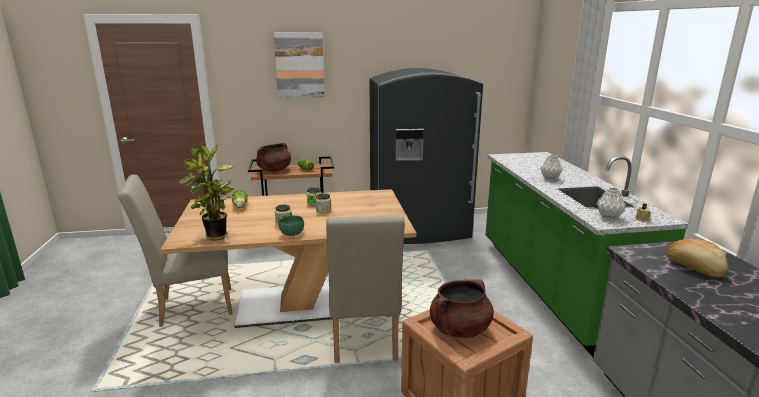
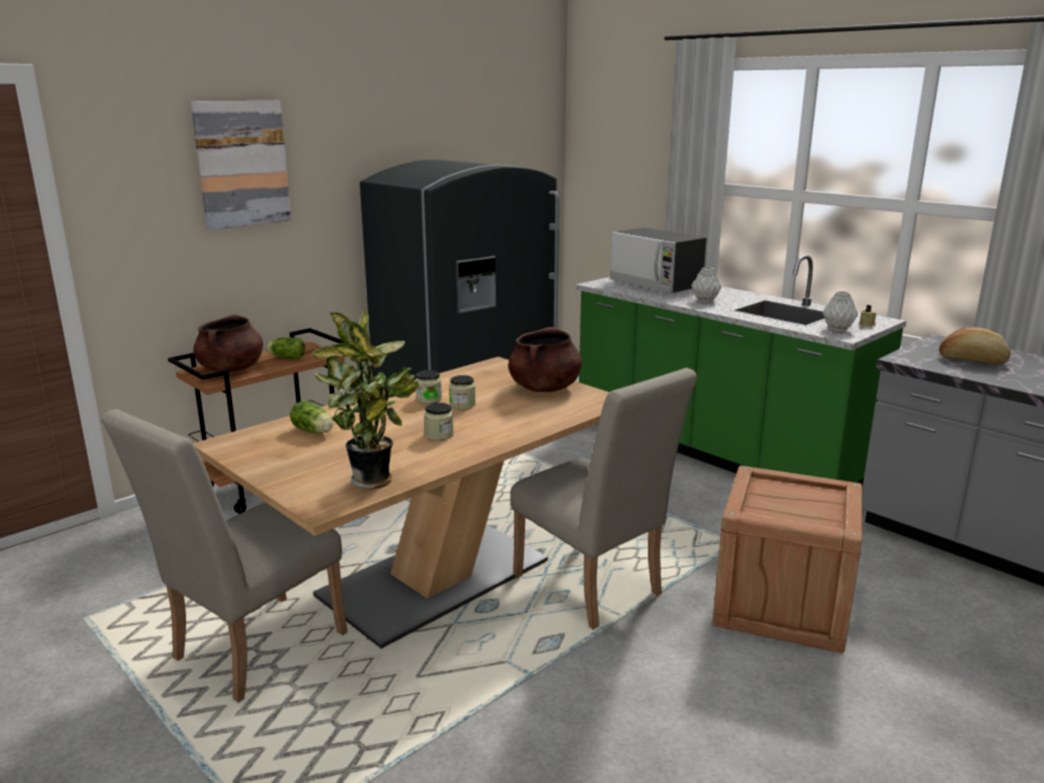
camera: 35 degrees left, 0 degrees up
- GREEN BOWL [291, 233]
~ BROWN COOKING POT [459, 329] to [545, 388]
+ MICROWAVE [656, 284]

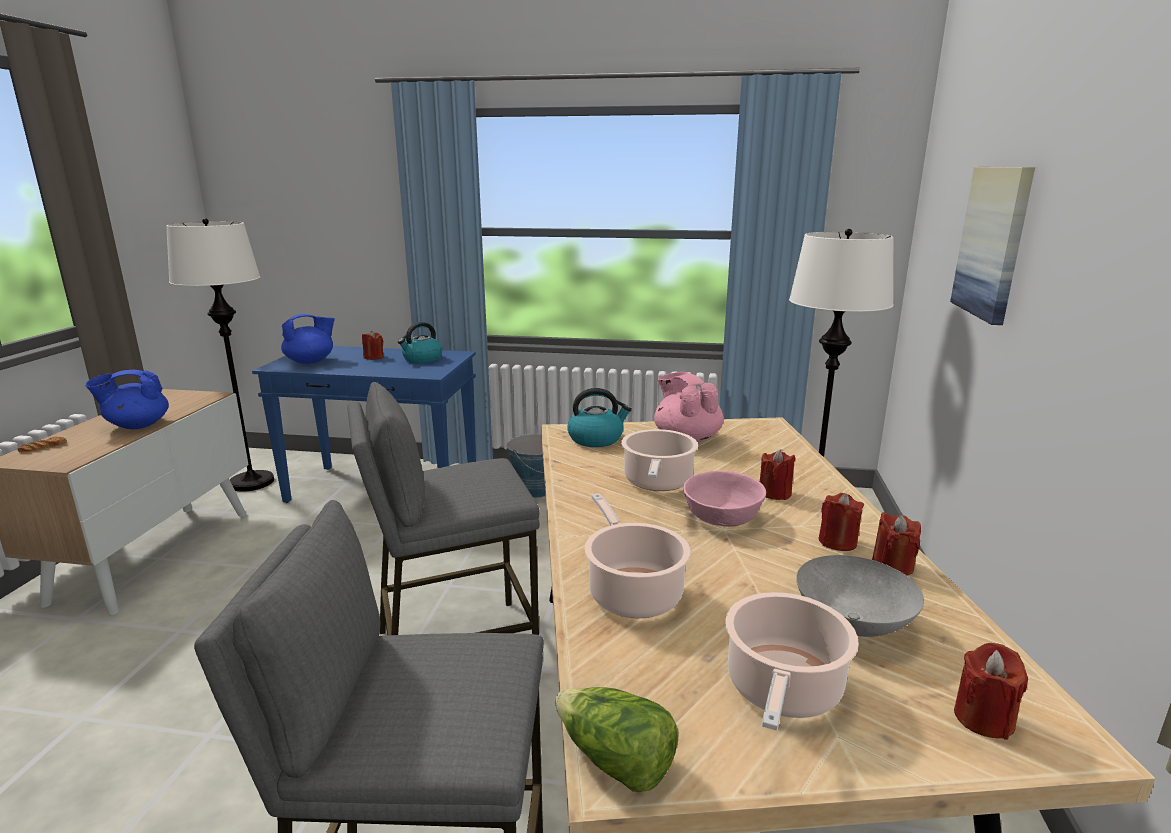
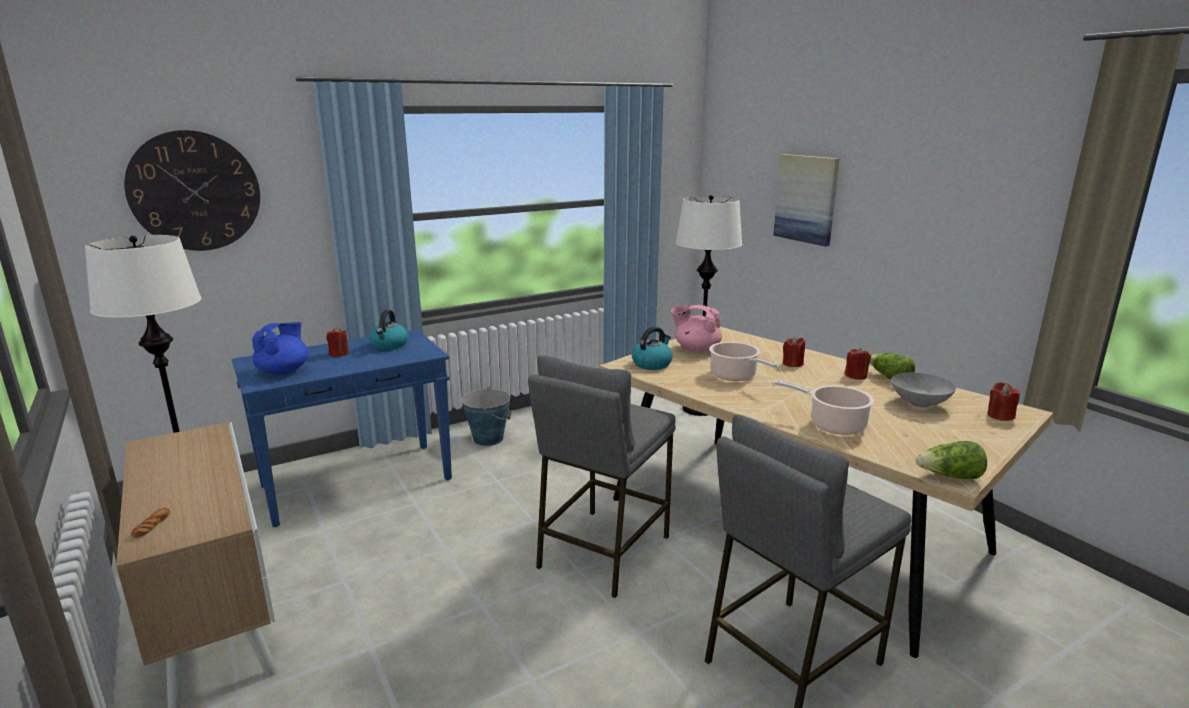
camera: 40 degrees left, 0 degrees up
- BLUE TEAPOT [137, 425]
- PINK BOWL [722, 518]
~ RED CANDLE [892, 565] to LETTUCE [889, 378]
- COOKING POT [782, 691]
+ WALL CLOCK [195, 191]

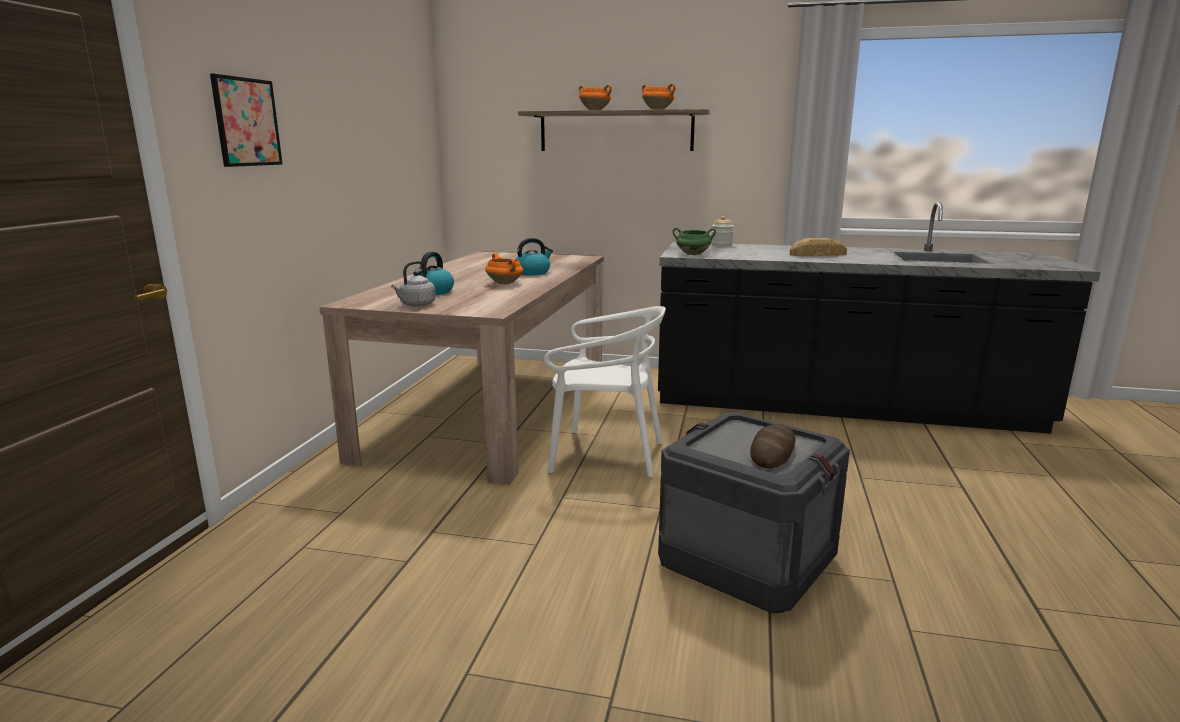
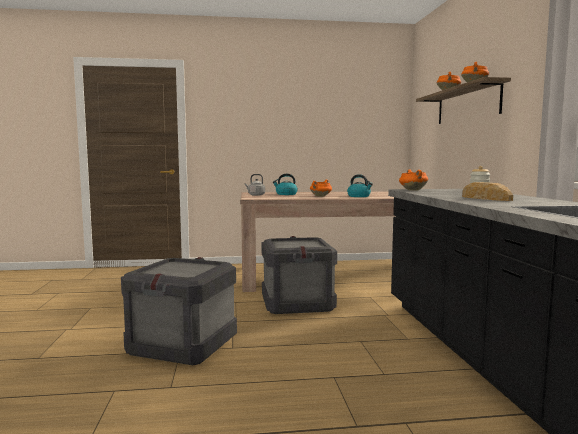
camera: 70 degrees right, 10 degrees down
- PICTURE [247, 122]
~ GREEN COOKING POT [692, 254] to ORANGE COOKING POT [412, 190]
~ WHITE CHAIR [606, 455] to CRATE [296, 303]
- BREAD [772, 451]

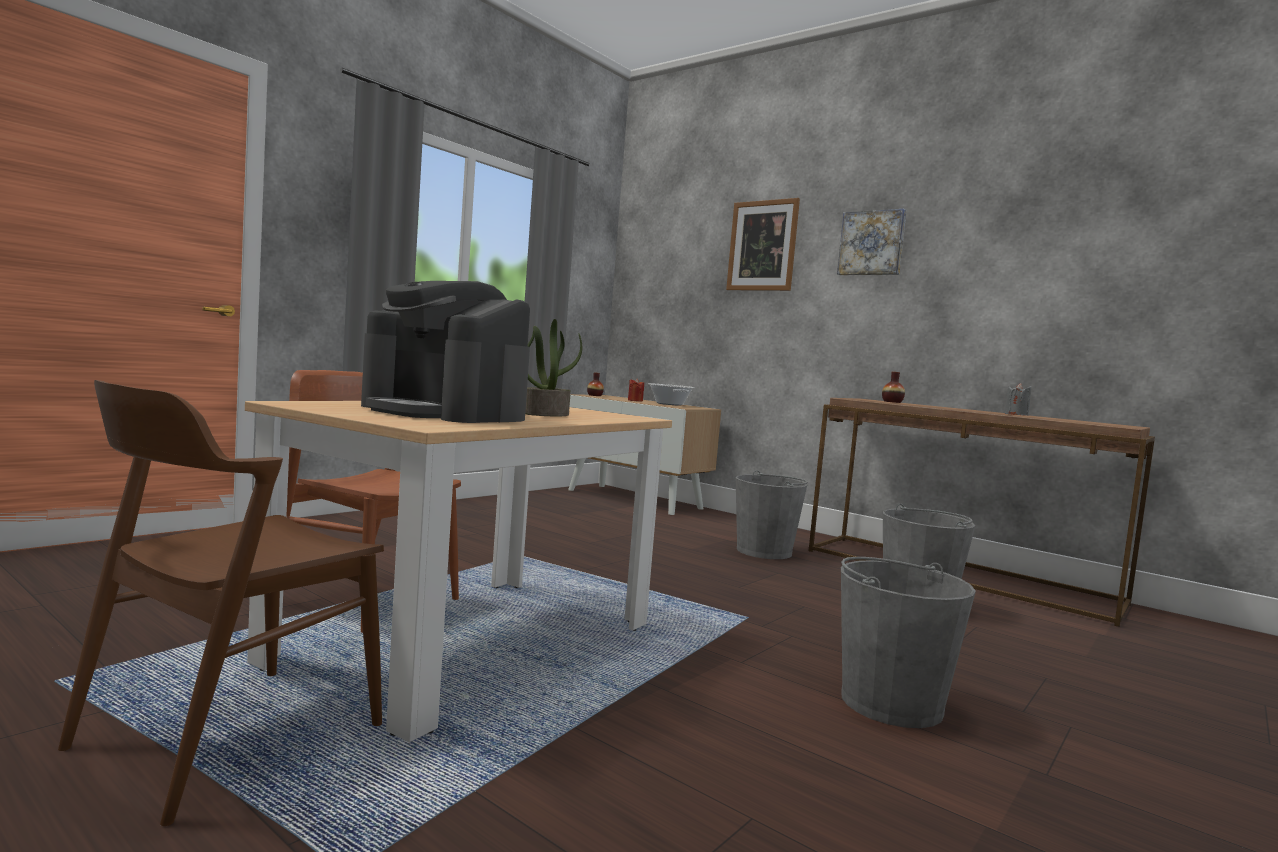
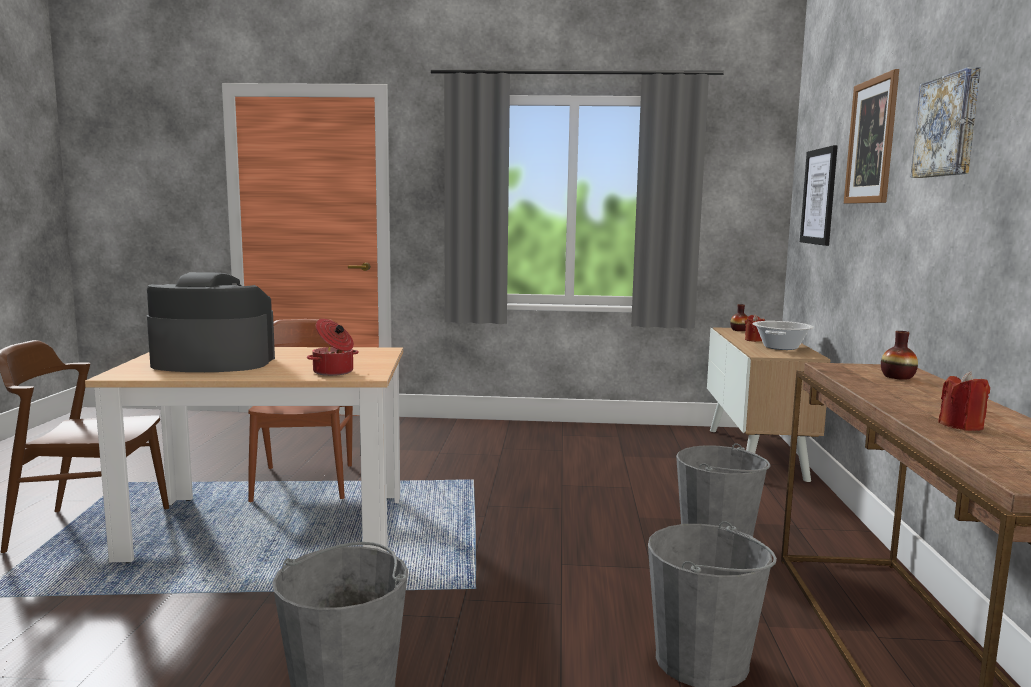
camera: 55 degrees right, 5 degrees up
~ COFFEE MACHINE [444, 413] = [212, 362] 90 degrees clockwise
- POTTED PLANT [546, 414]
~ GREY CANDLE [1016, 415] to RED CANDLE [961, 426]
+ PICTURE [819, 196]
+ COOKING POT [334, 372]

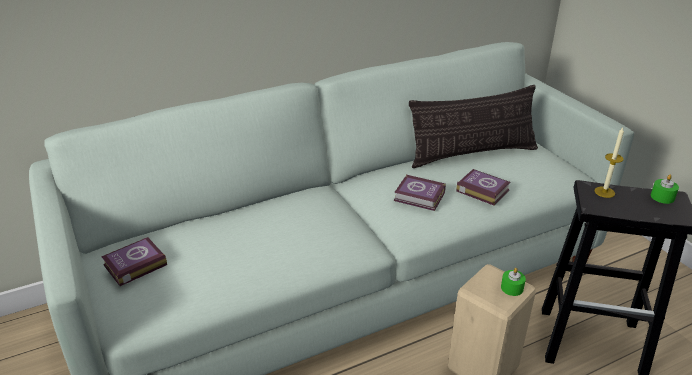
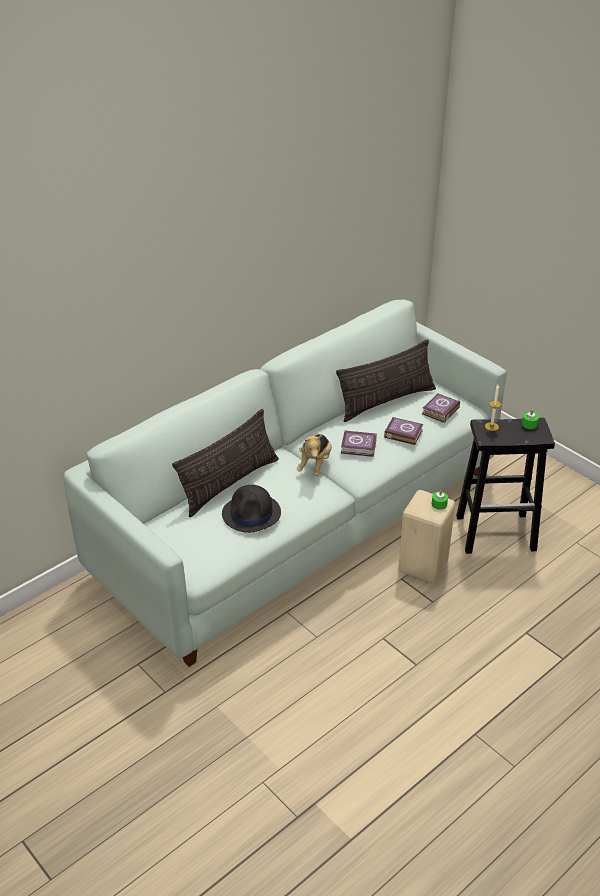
camera: 15 degrees left, 5 degrees up
~ BOOK [133, 265] to [439, 411]
+ PILLOW [229, 483]
+ PLUSH TOY [315, 465]
+ BLACK HAT [252, 514]

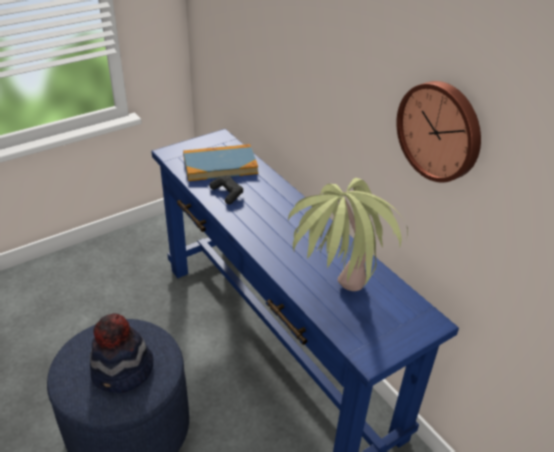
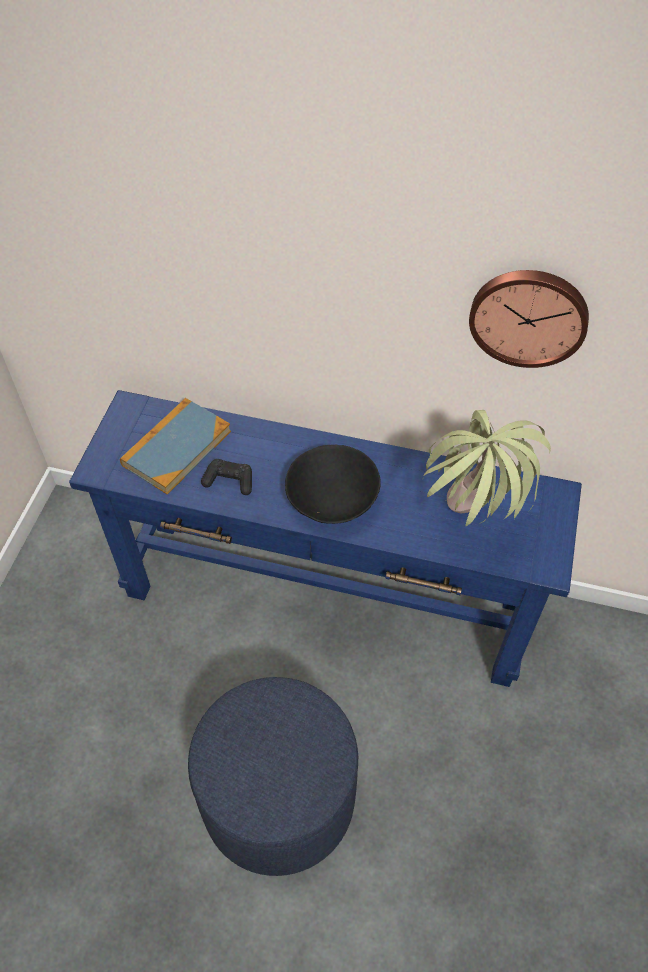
camera: 40 degrees left, 15 degrees up
- HAT [123, 372]
+ BLACK BOWL [332, 500]

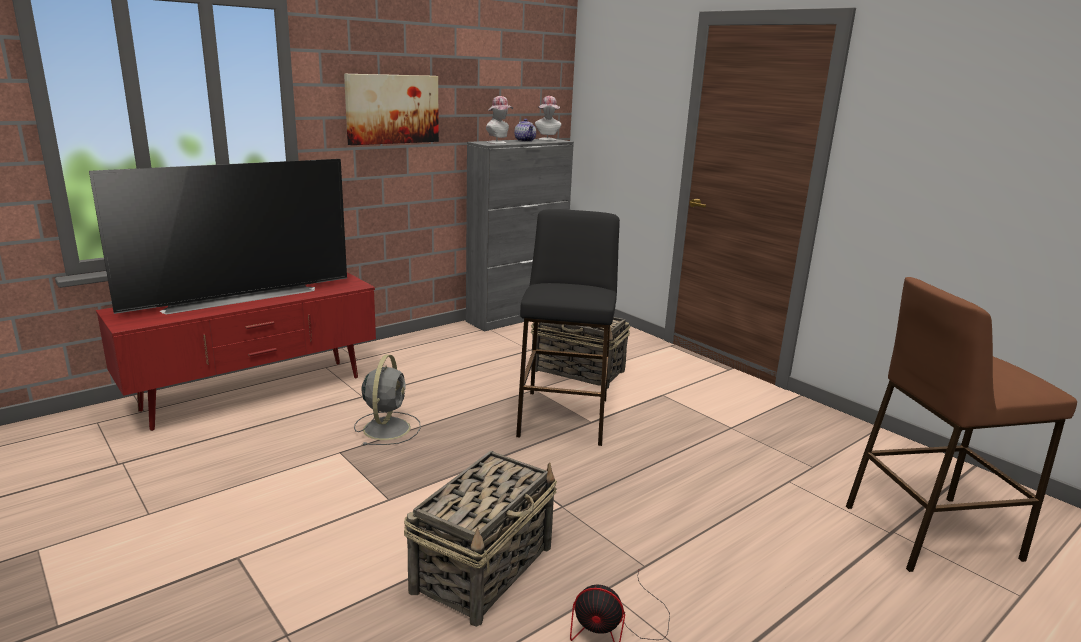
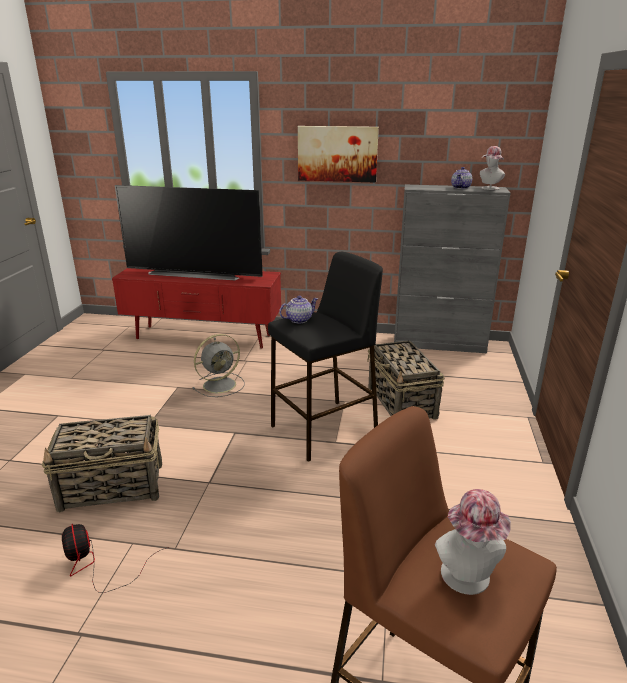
camera: 50 degrees right, 5 degrees up
~ HAT [499, 143] to [468, 580]
+ TEAPOT [299, 320]

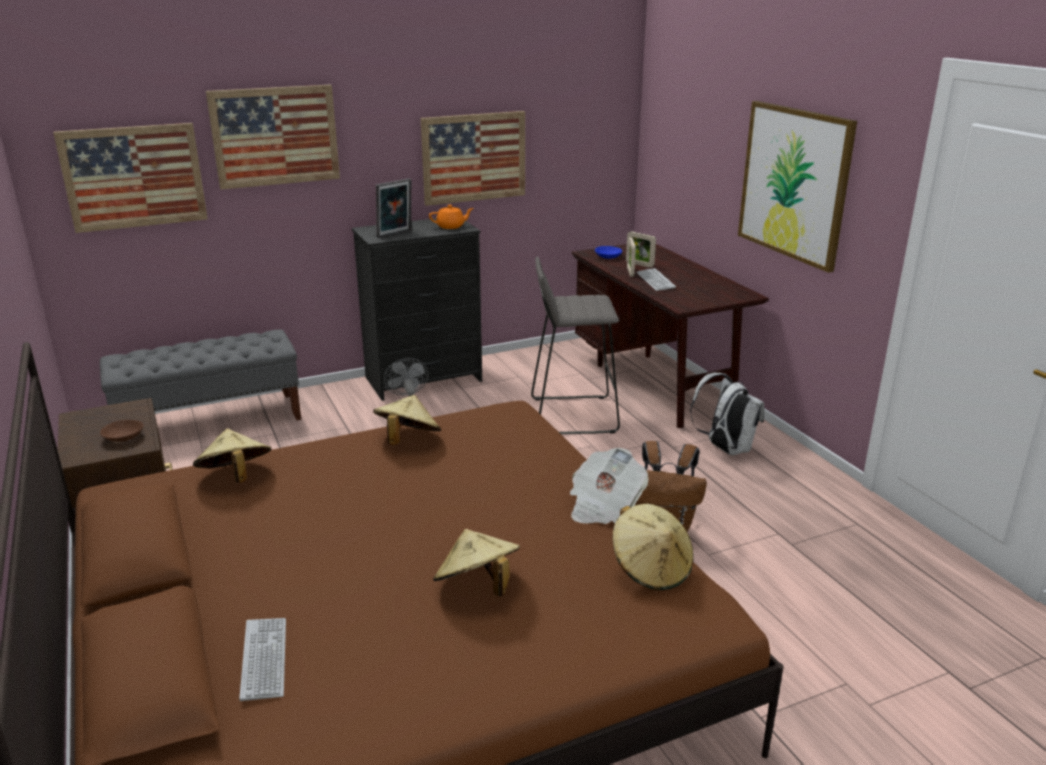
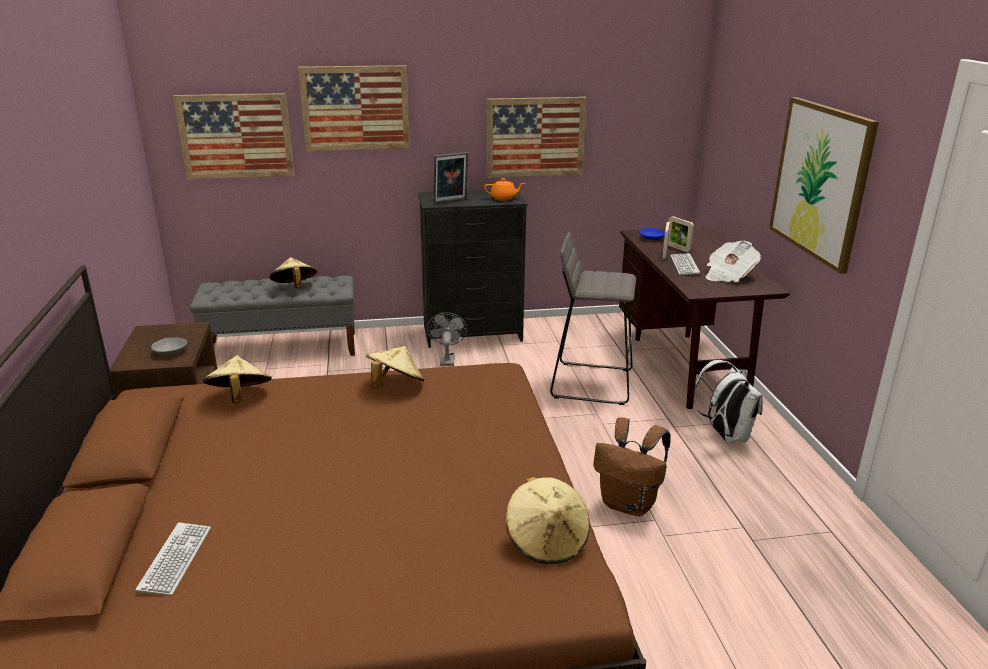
camera: 15 degrees right, 0 degrees up
~ BROWN BOWL [123, 437] to GREY BOWL [170, 352]
~ NEWSPAPER [604, 506] to [728, 275]
~ BEIGE HAT [477, 586] to [294, 288]

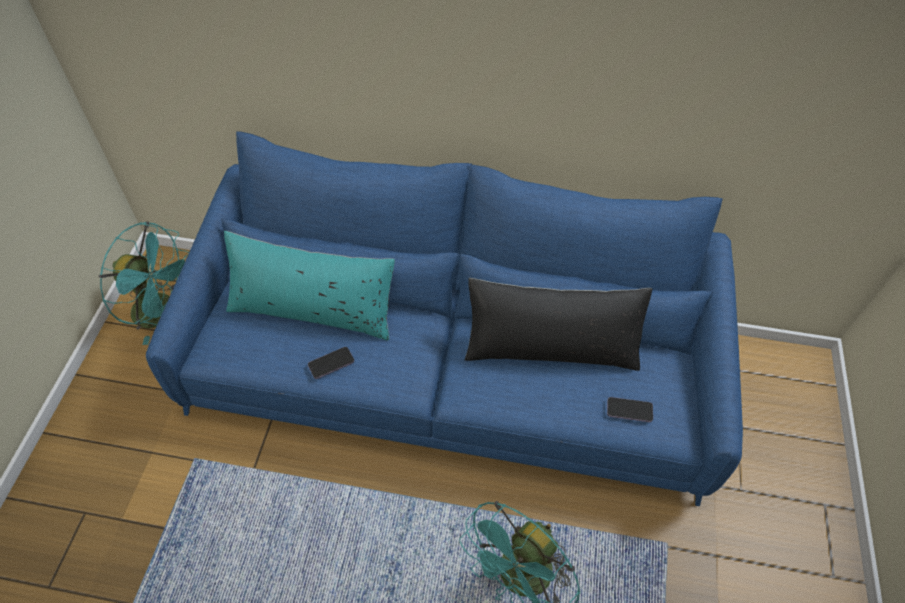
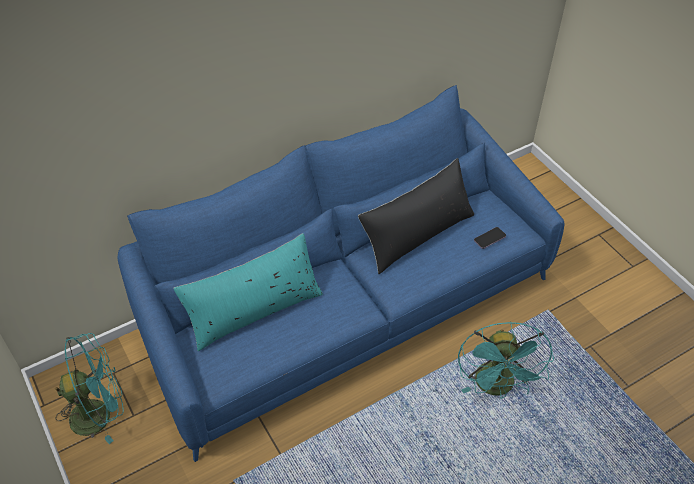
camera: 40 degrees left, 5 degrees down
- PHONE [331, 363]

